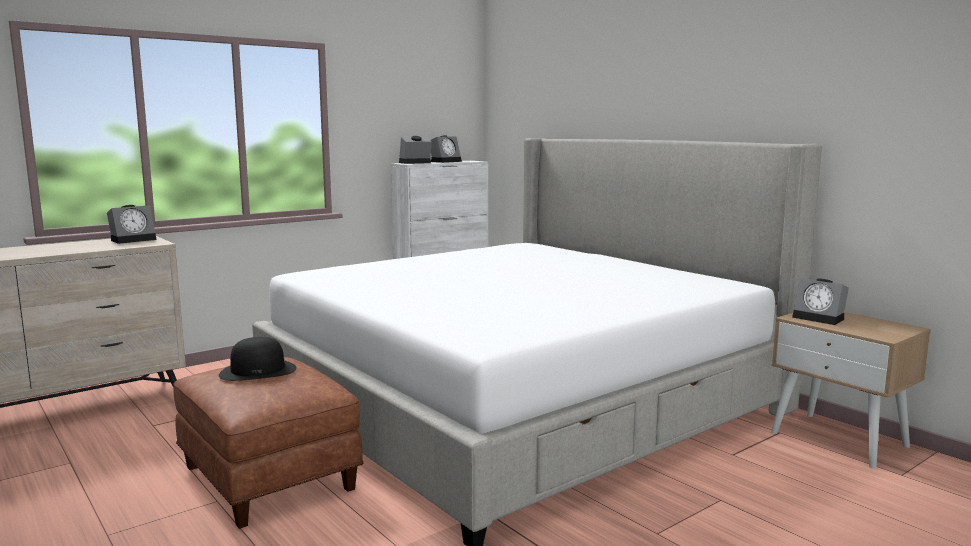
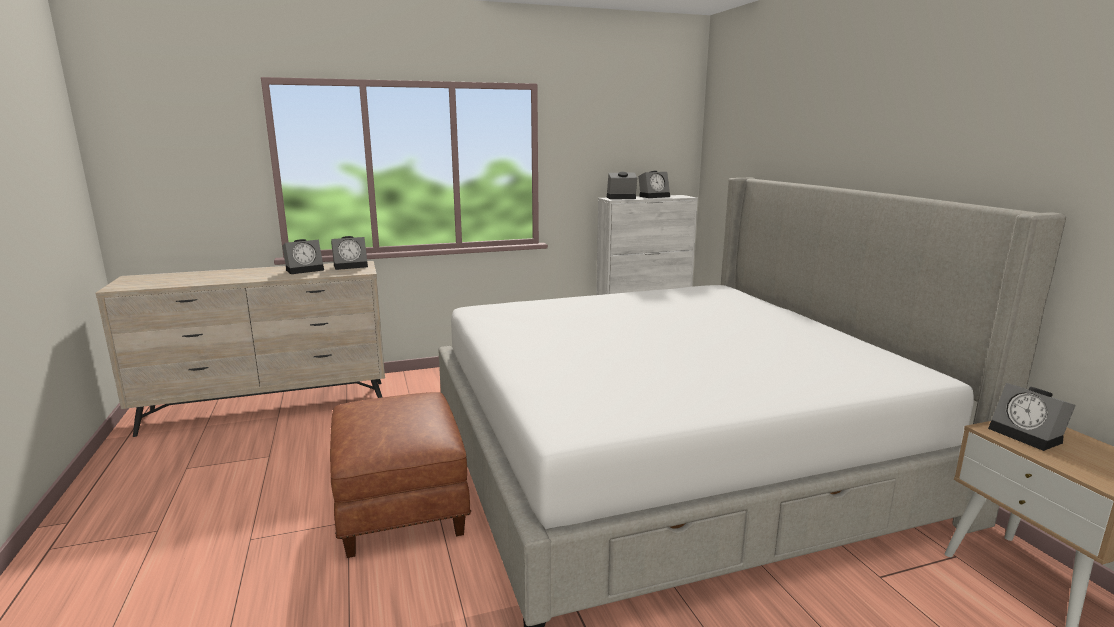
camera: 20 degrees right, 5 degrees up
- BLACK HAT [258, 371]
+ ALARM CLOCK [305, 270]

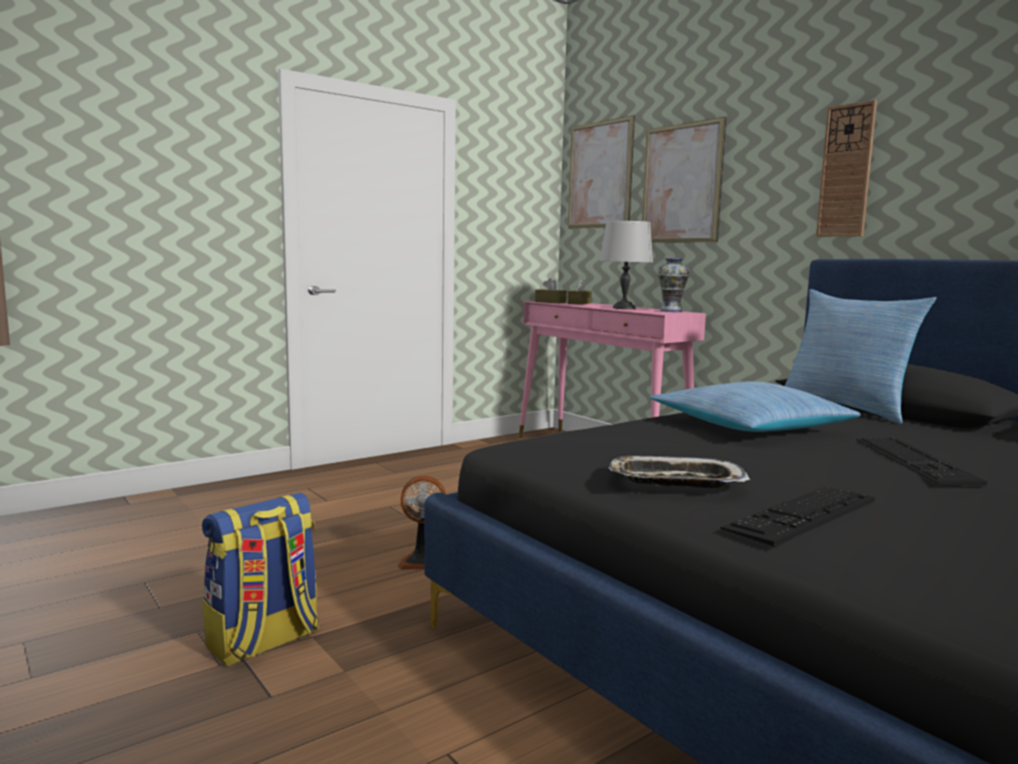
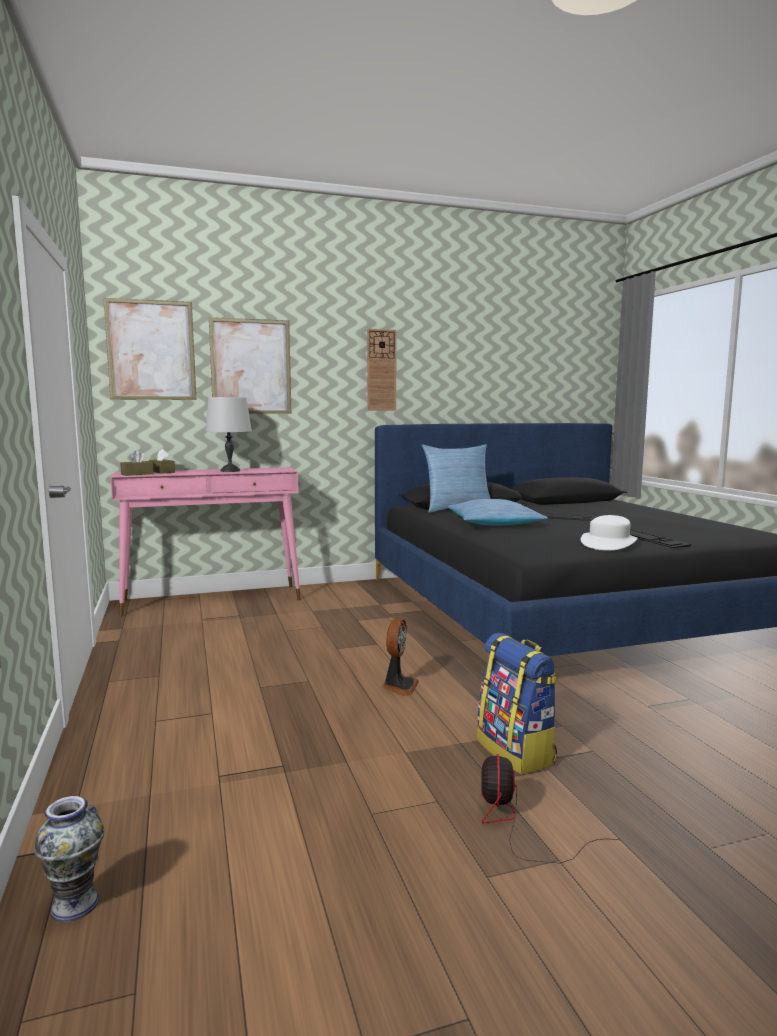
camera: 70 degrees left, 0 degrees up
~ VASE [671, 311] to [75, 904]
~ TRAY [674, 481] to WHITE HAT [609, 543]
+ FAN [516, 824]

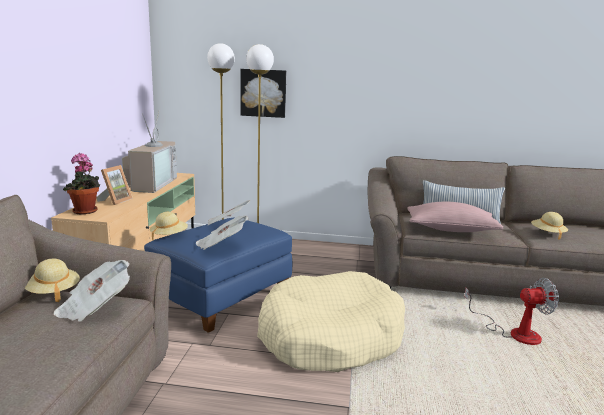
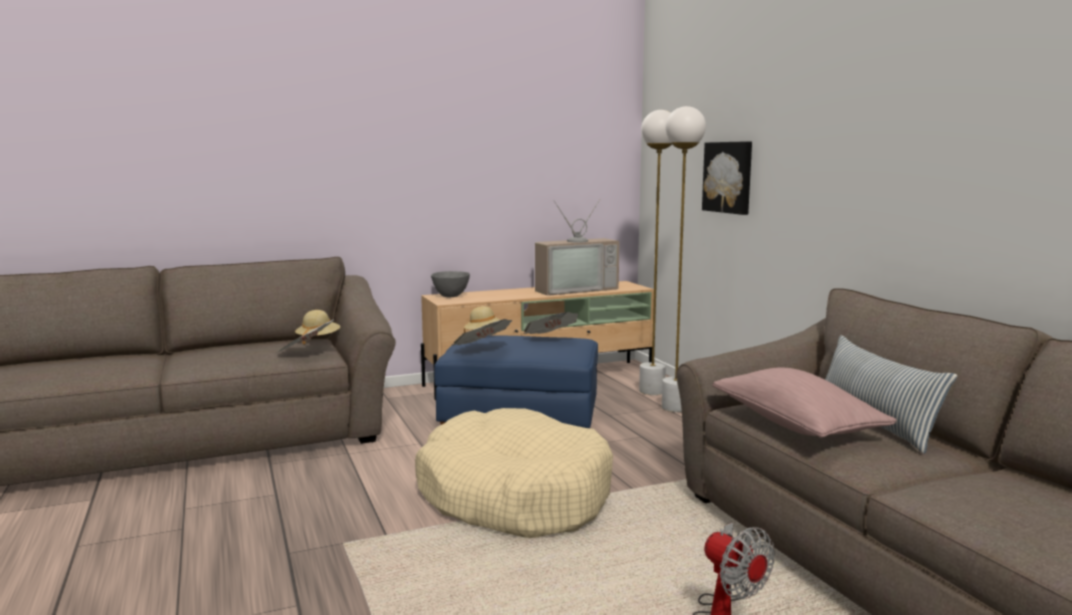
camera: 60 degrees right, 5 degrees down
~ POTTED PLANT [85, 212] to GREY BOWL [450, 296]
- PICTURE FRAME [115, 201]
- BEIGE HAT [547, 234]

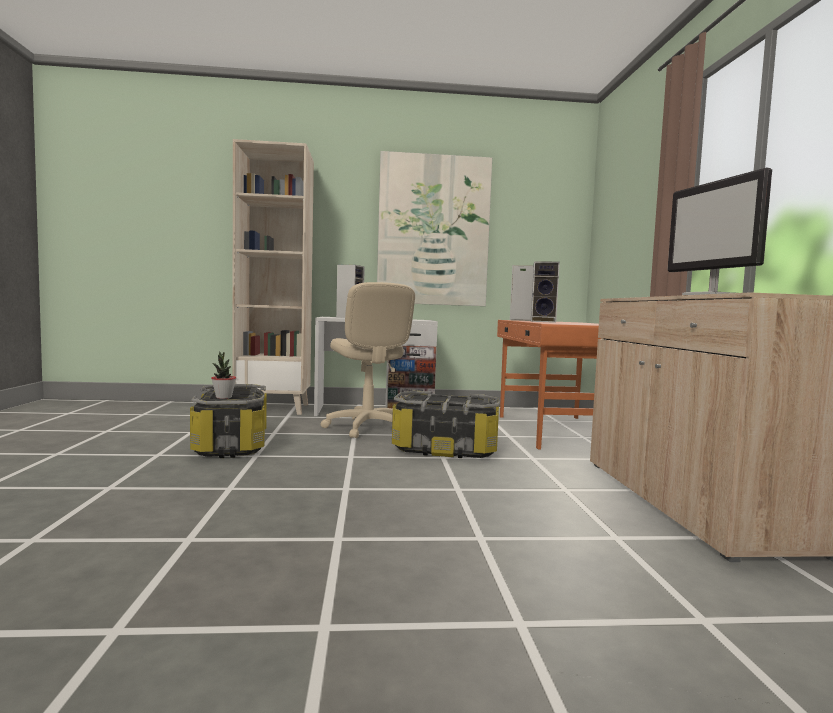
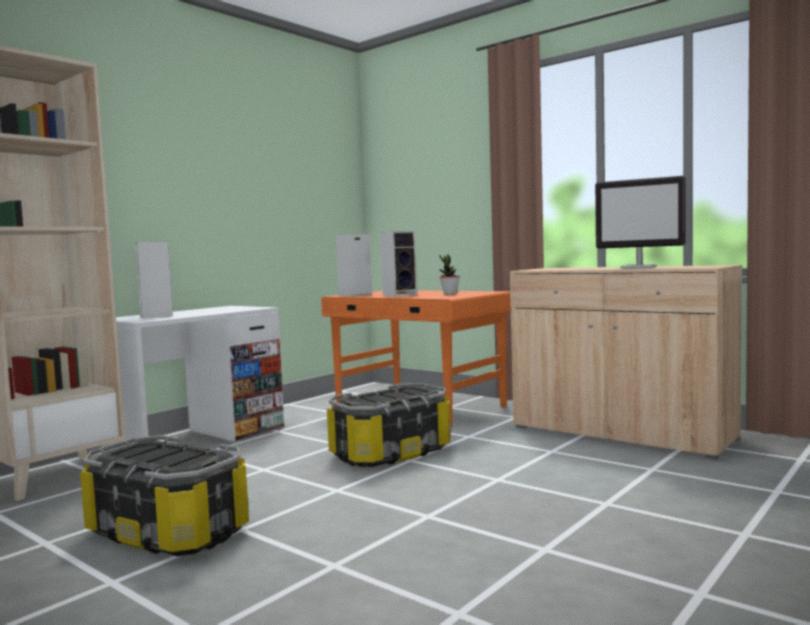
camera: 45 degrees left, 0 degrees up
- PICTURE [433, 230]
- BEIGE OFFICE CHAIR [367, 428]
~ POTTED PLANT [223, 397] to [450, 294]

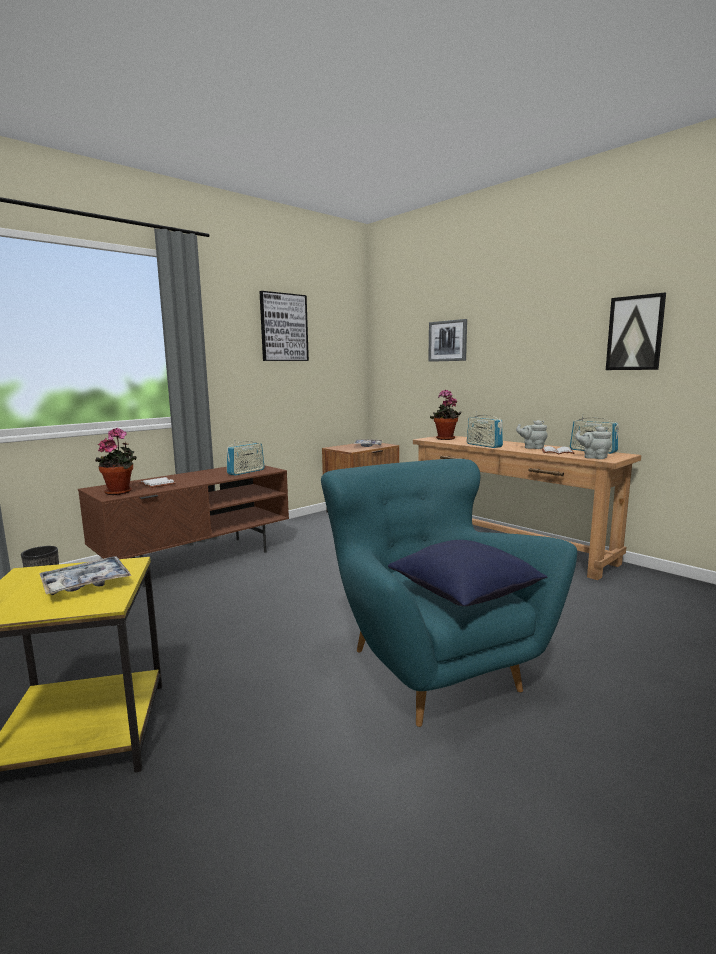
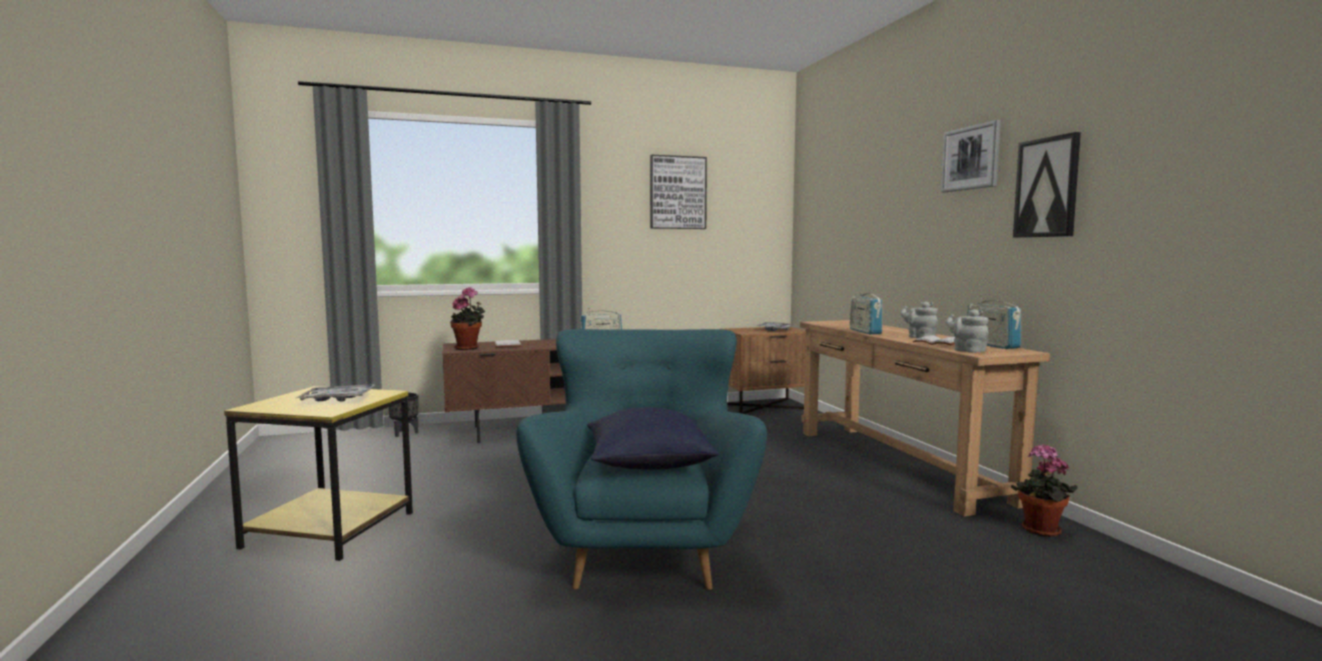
camera: 25 degrees right, 5 degrees down
~ PICTURE [448, 341] to [971, 158]
~ POTTED PLANT [445, 439] to [1040, 531]

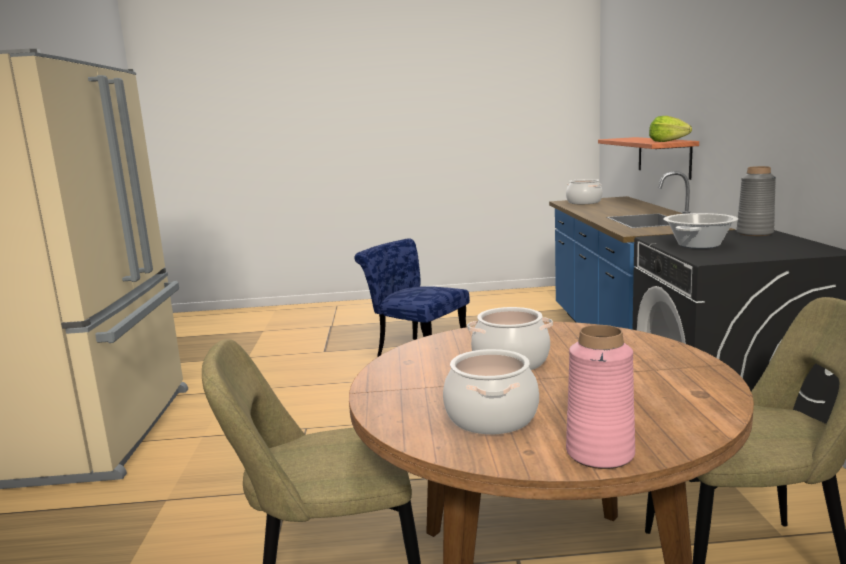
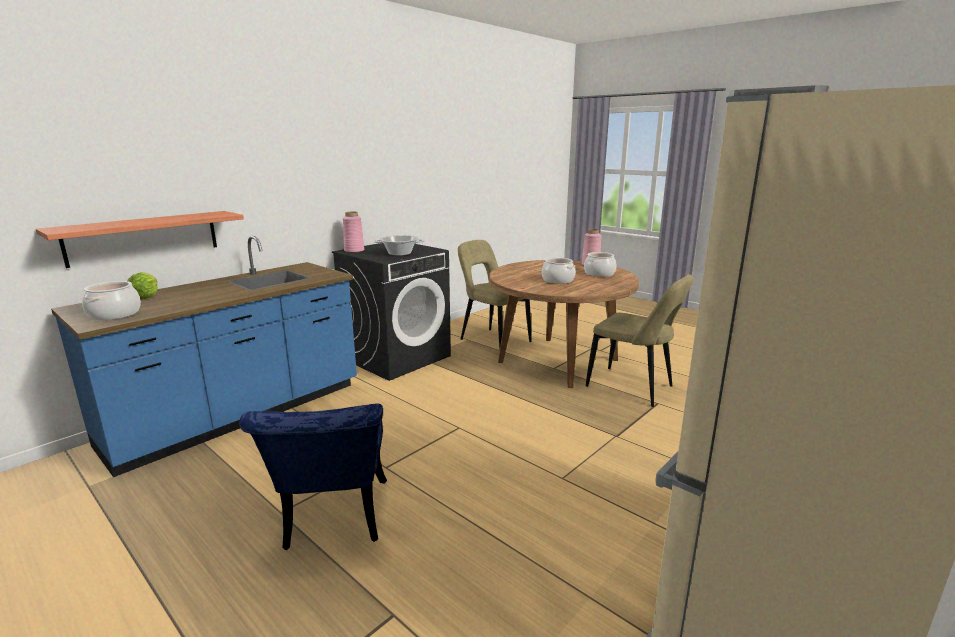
camera: 135 degrees left, 5 degrees up
~ LETTUCE [667, 141] to [146, 296]
~ GREY VASE [754, 233] to PINK VASE [354, 251]

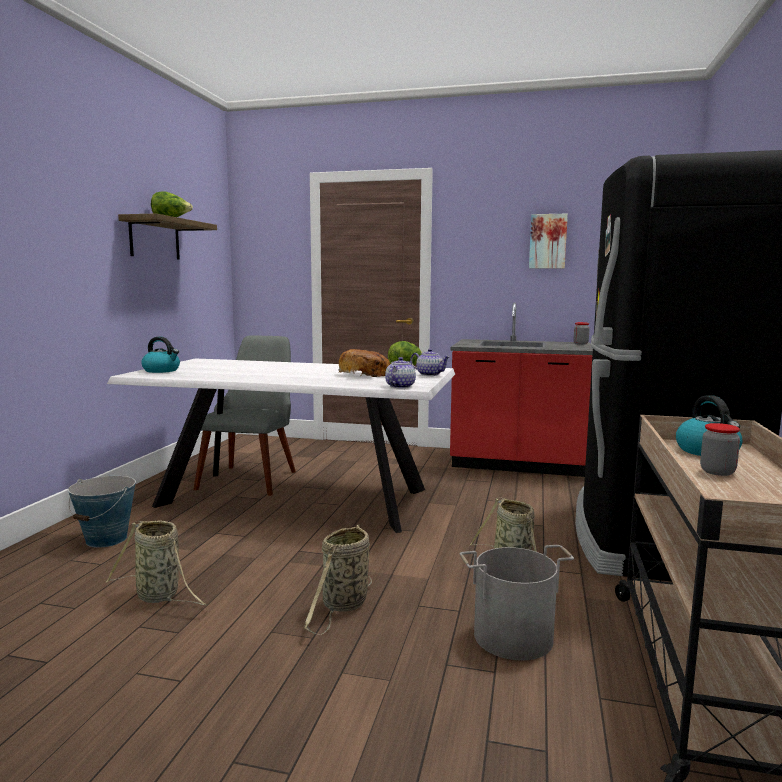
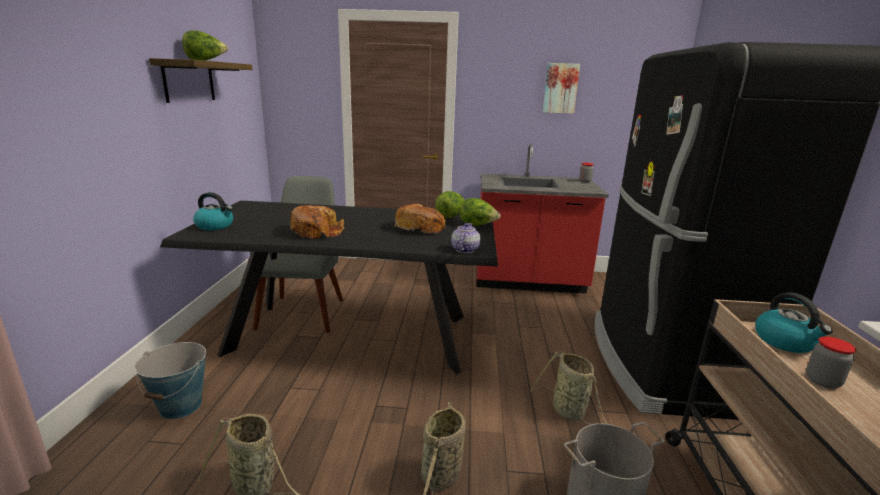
camera: 10 degrees left, 10 degrees up
~ TEAPOT [429, 374] to LETTUCE [477, 226]
~ WHITE DINING TABLE [294, 497] to BLACK DINING TABLE [351, 334]
+ BREAD [317, 231]

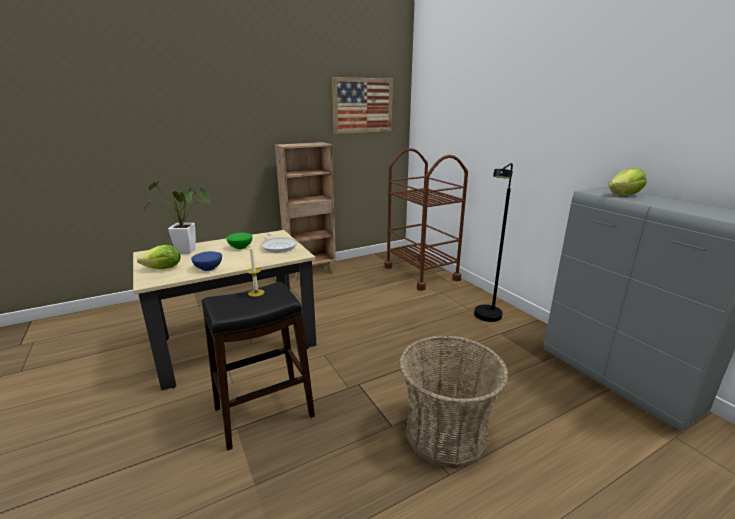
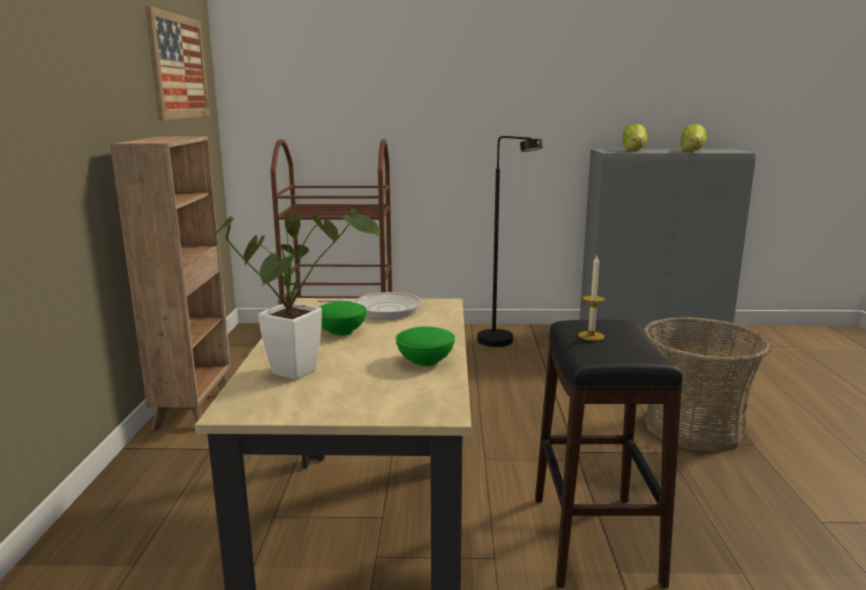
camera: 60 degrees left, 5 degrees down
~ LETTUCE [163, 268] to [692, 151]
~ BLUE BOWL [208, 268] to GREEN BOWL [425, 361]

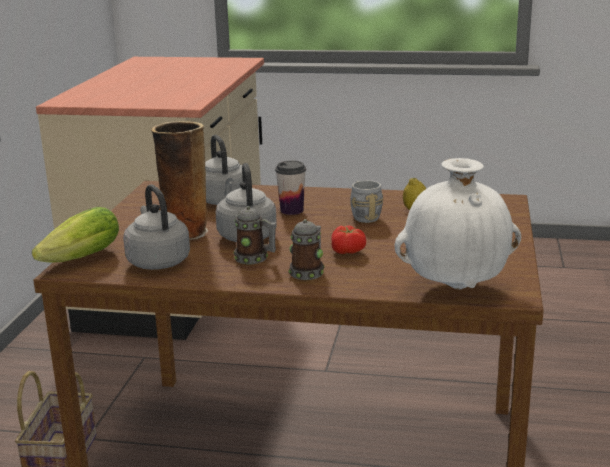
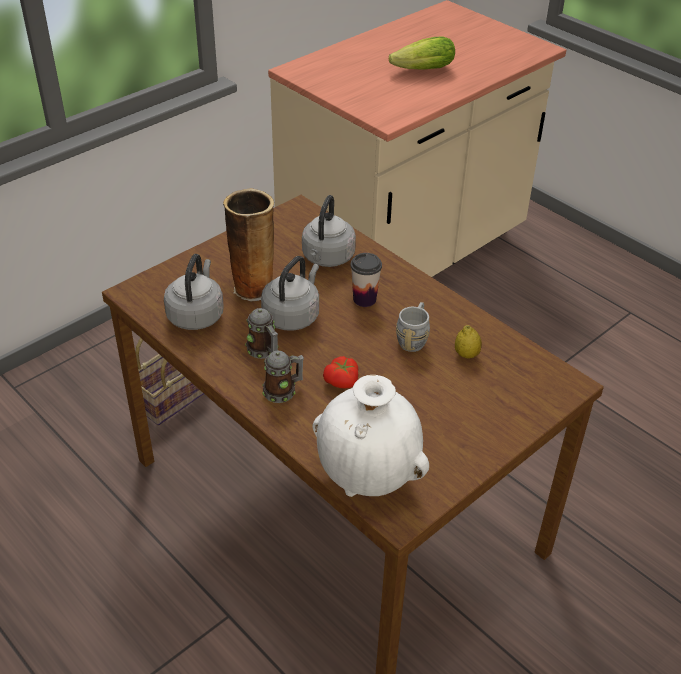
camera: 35 degrees right, 20 degrees up
~ LETTUCE [77, 260] to [419, 70]

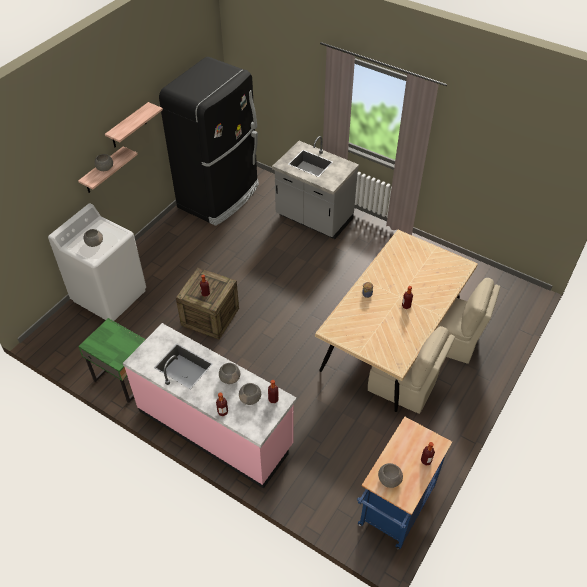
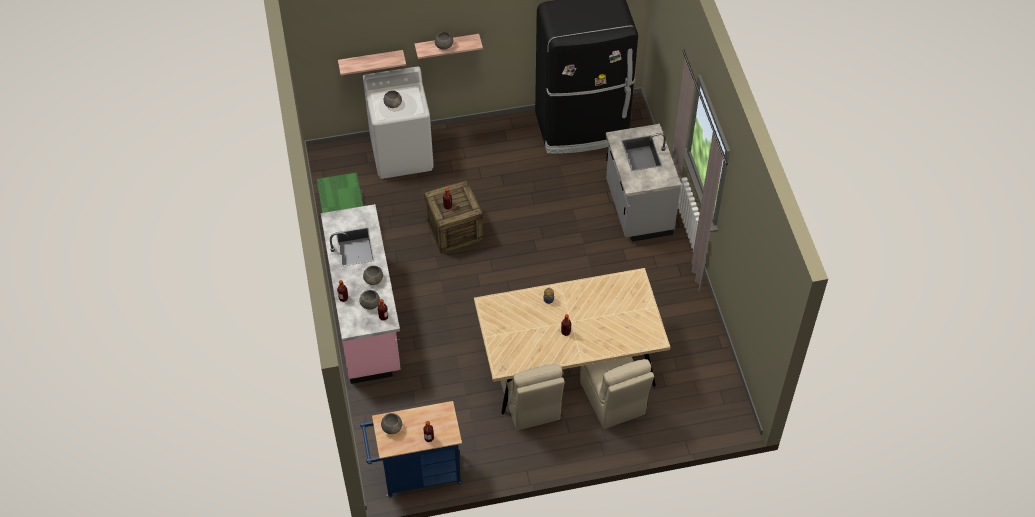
camera: 45 degrees right, 5 degrees up
~ SHELF [128, 126] to [371, 62]

